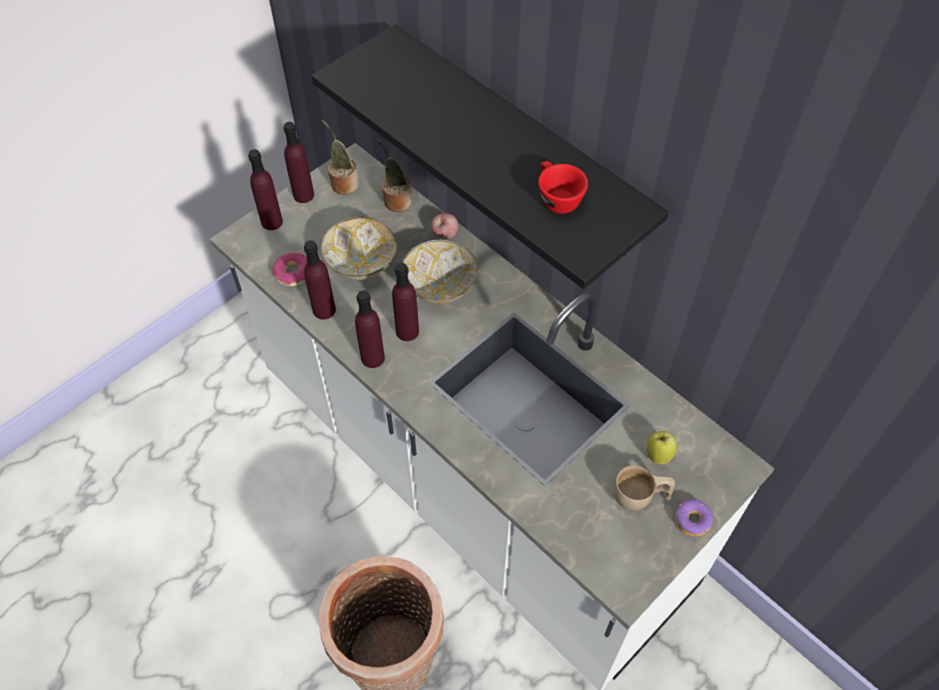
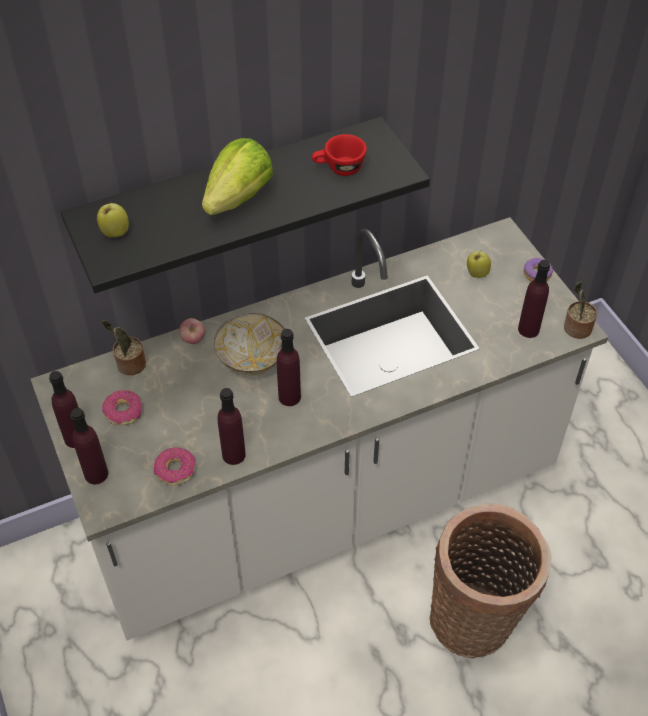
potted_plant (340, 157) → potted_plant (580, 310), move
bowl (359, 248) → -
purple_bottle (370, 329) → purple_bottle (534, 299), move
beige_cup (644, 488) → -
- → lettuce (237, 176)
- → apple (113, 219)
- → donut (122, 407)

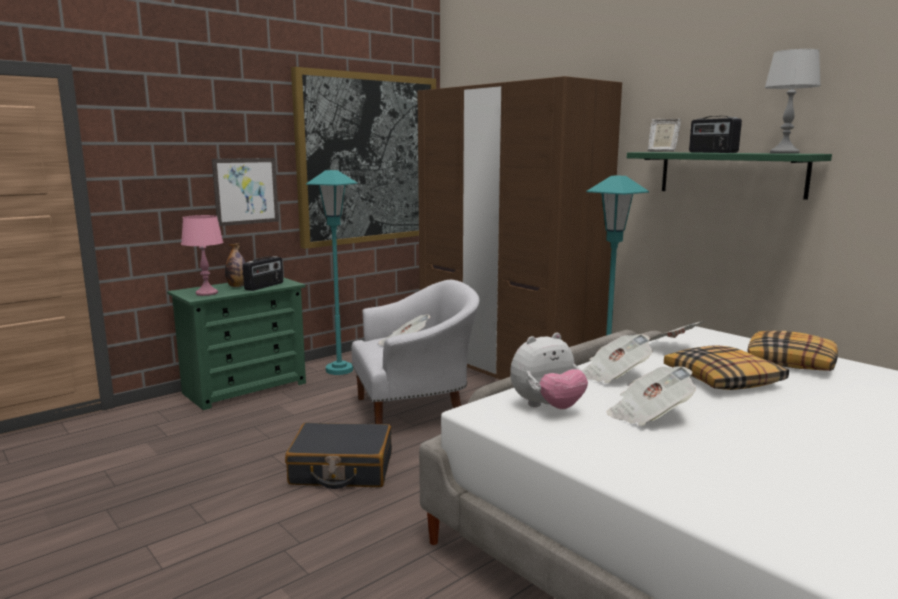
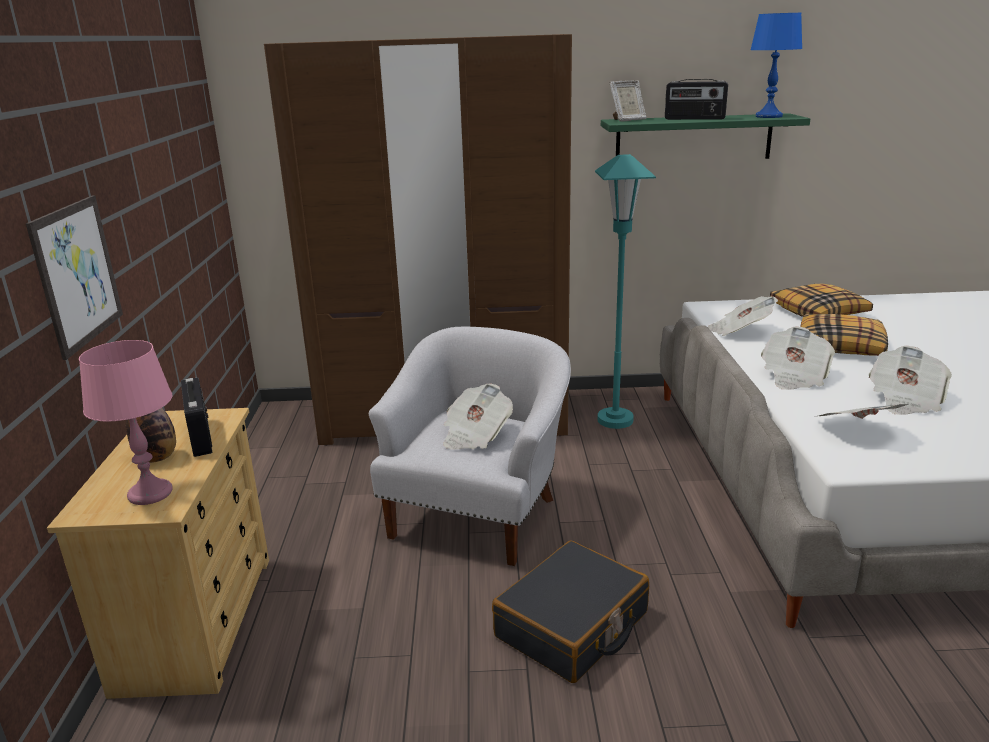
grey_table_lamp (793, 101) → blue_table_lamp (776, 65)
picture (363, 158) → -
turquoise_floor_lamp (332, 272) → -
green_dresser (236, 343) → beige_dresser (158, 553)
plush_toy (549, 371) → newspaper (861, 411)

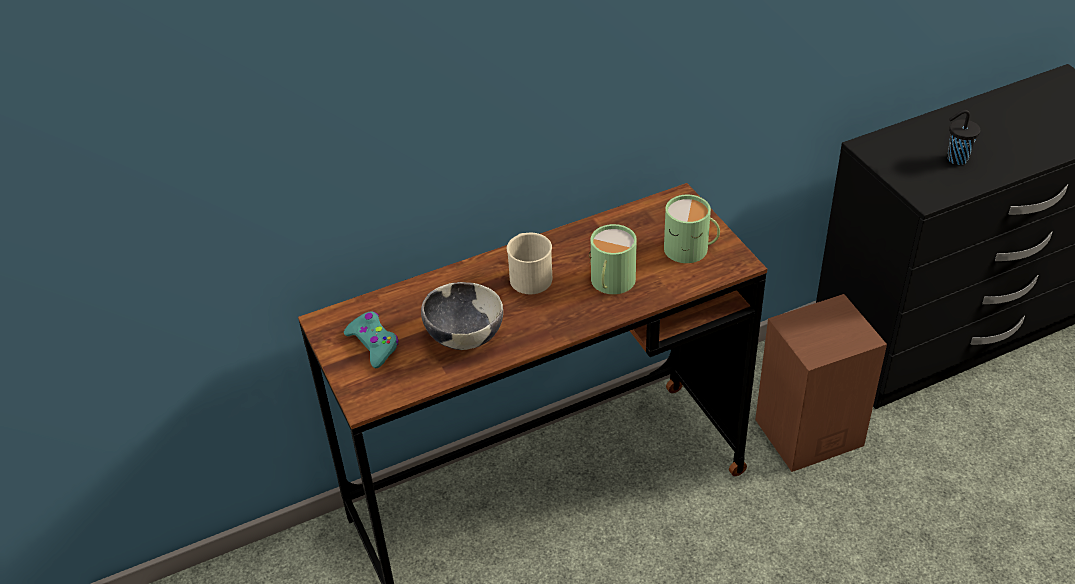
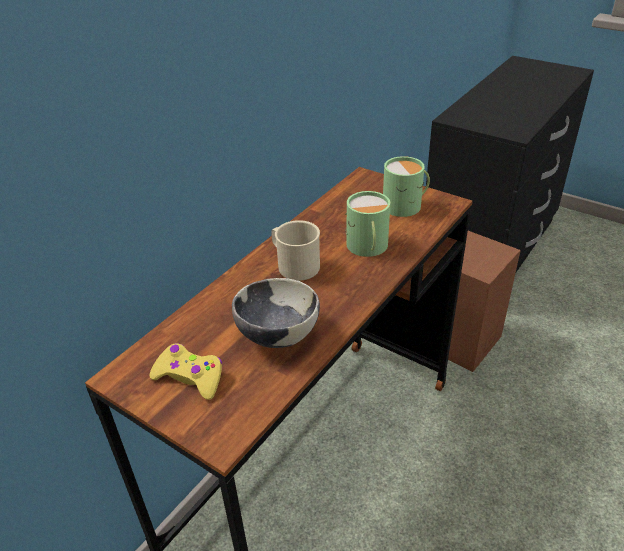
black_cup (963, 137) → -
turquoise_game_controller (371, 339) → yellow_game_controller (185, 371)

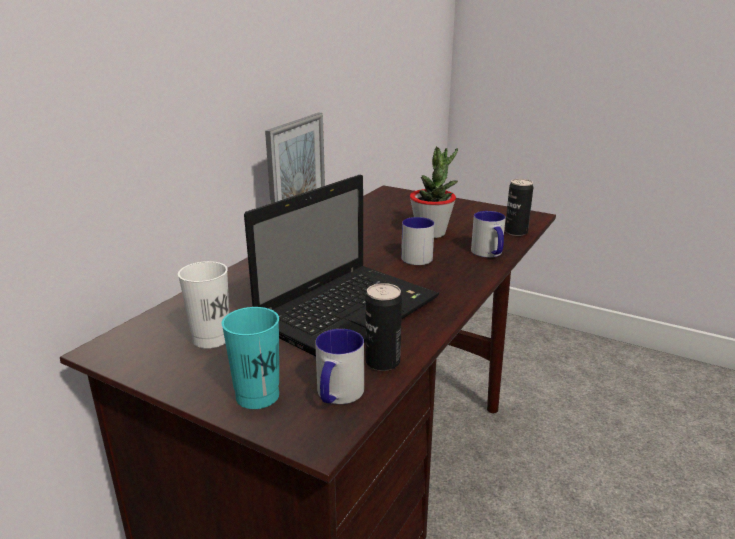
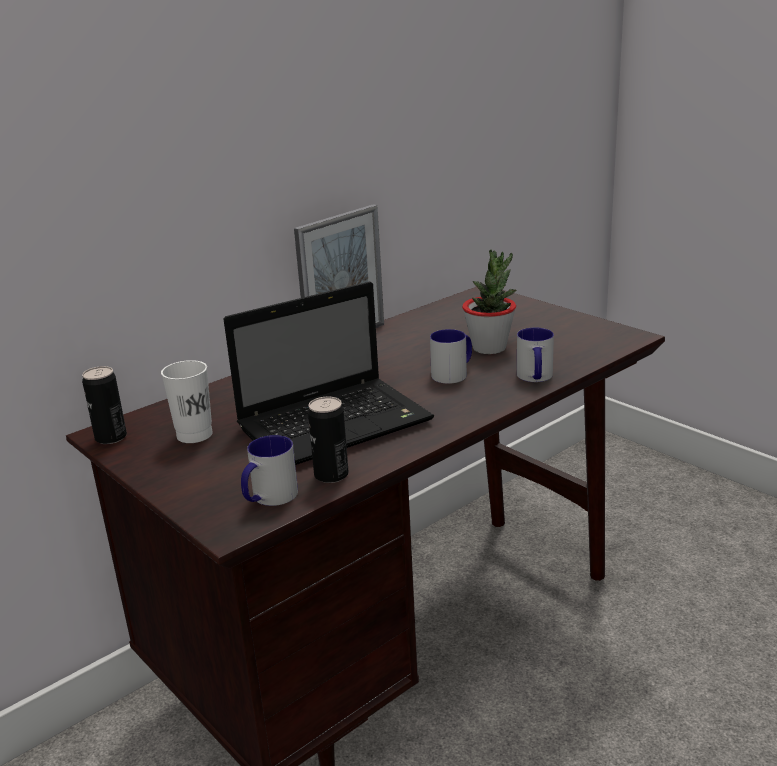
can (519, 207) → can (104, 405), move
turquoise_cup (250, 358) → -

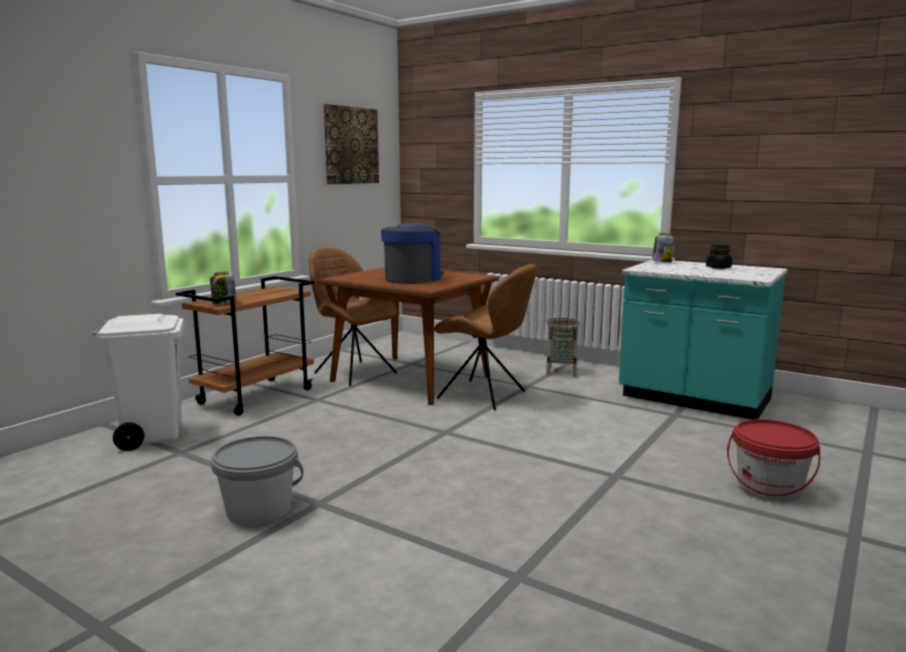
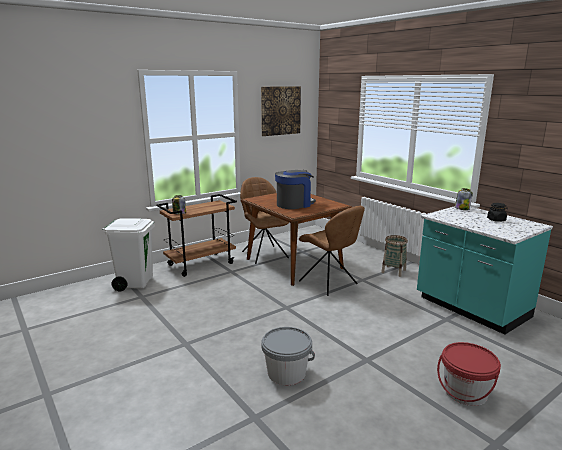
grey_bucket (257, 481) → grey_bucket (288, 356), move

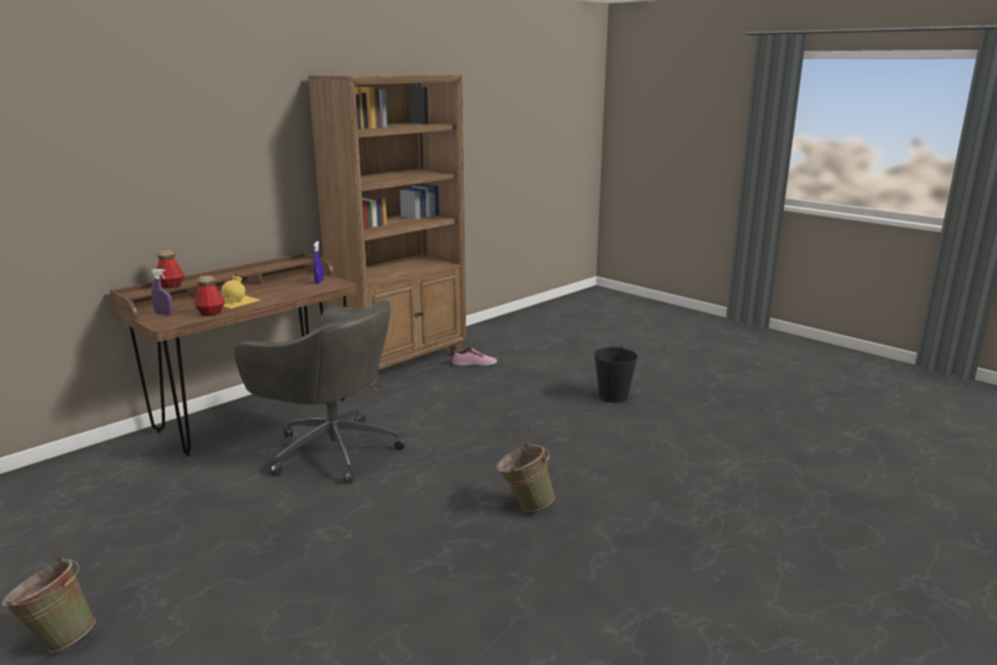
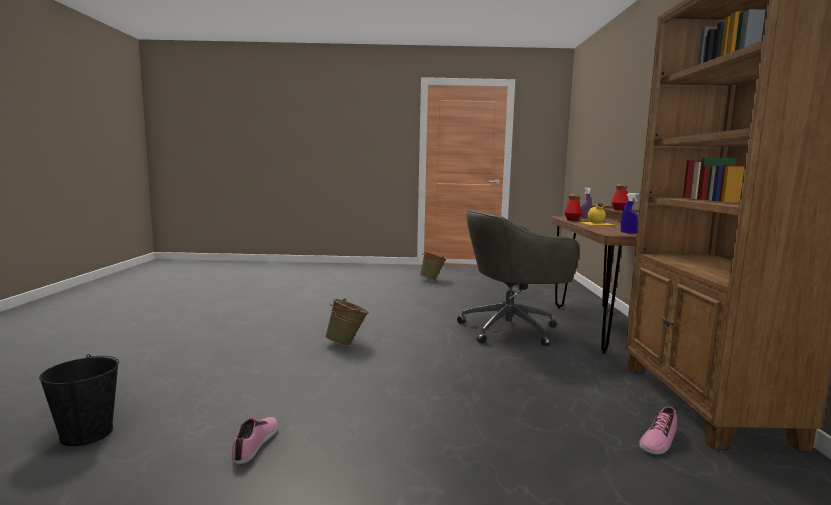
black_bucket (615, 374) → black_bucket (79, 400), move
- → shoe (255, 440)

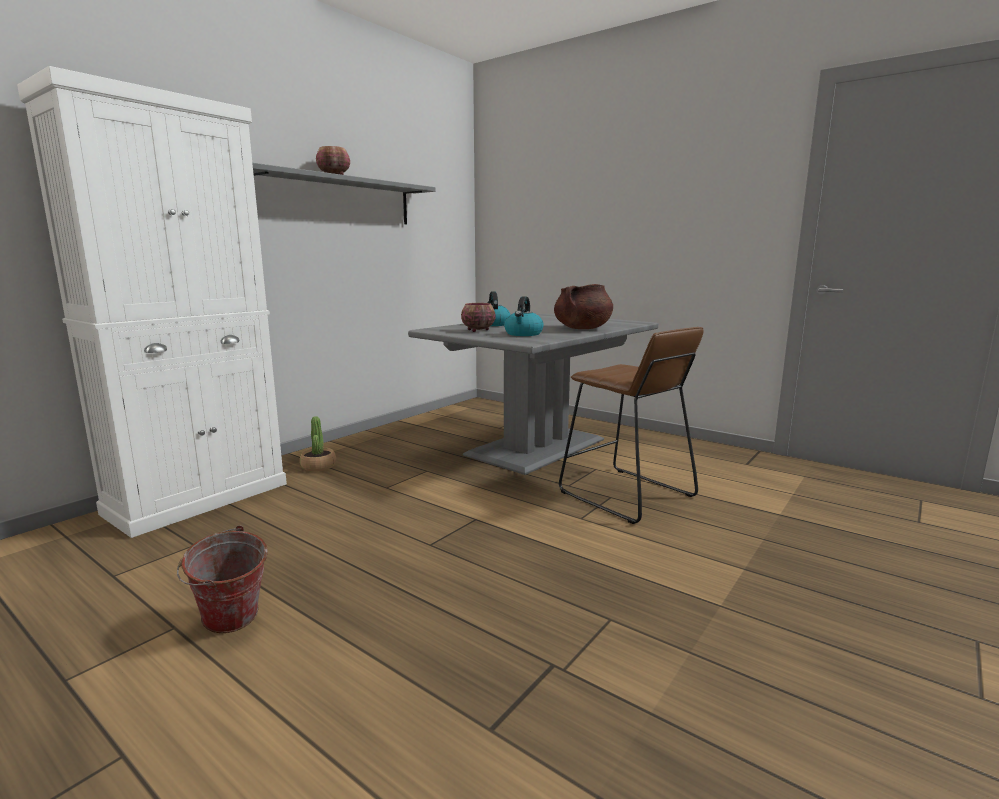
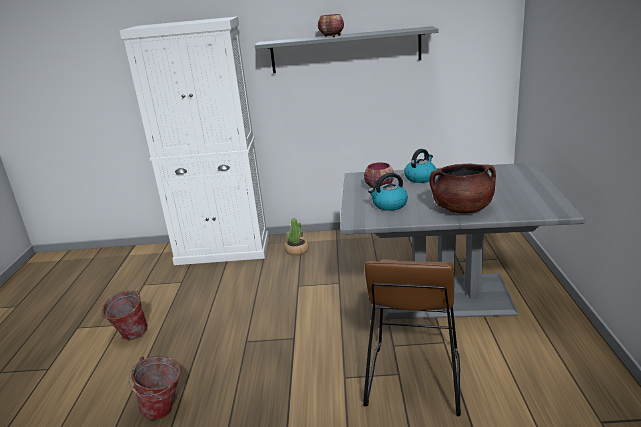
- → bucket (154, 388)

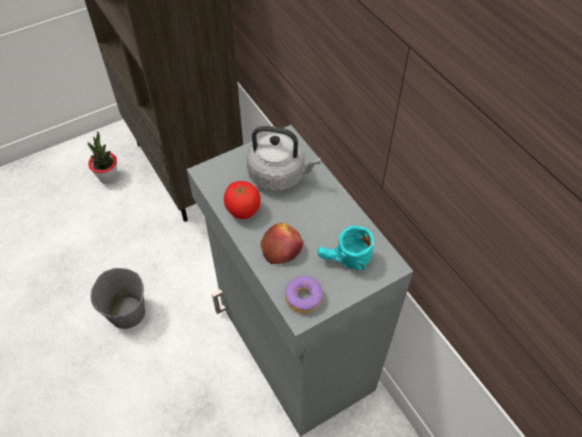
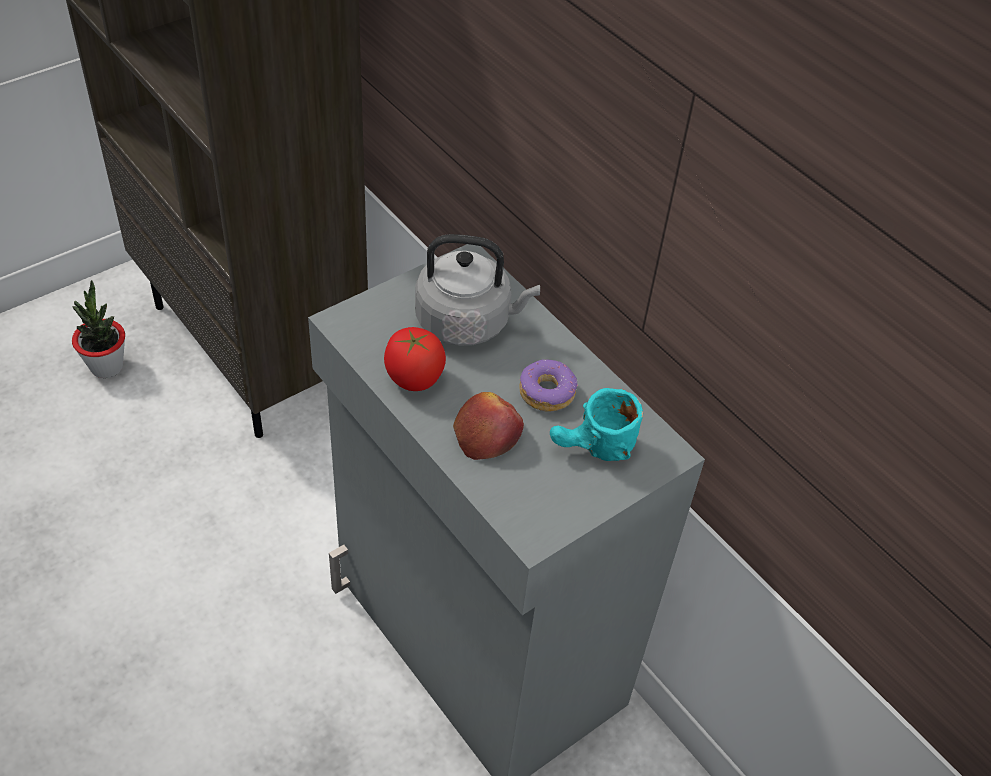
grey_bucket (118, 298) → -
donut (304, 294) → donut (548, 385), move

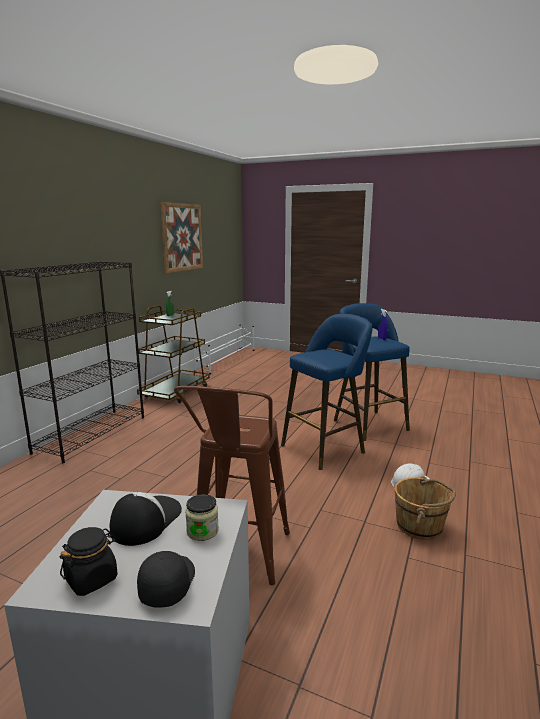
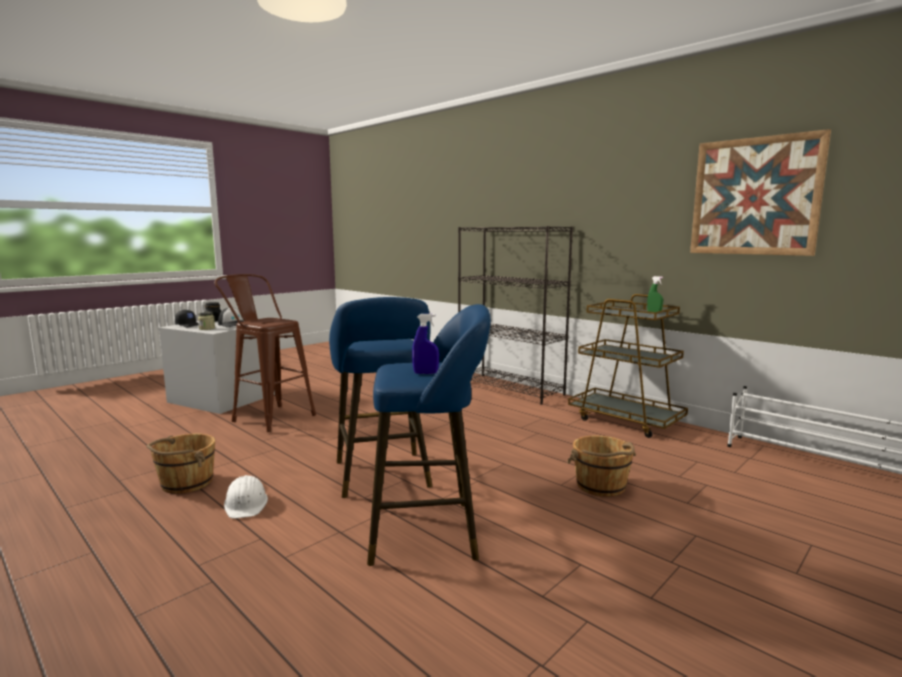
- → brown_bucket (601, 466)

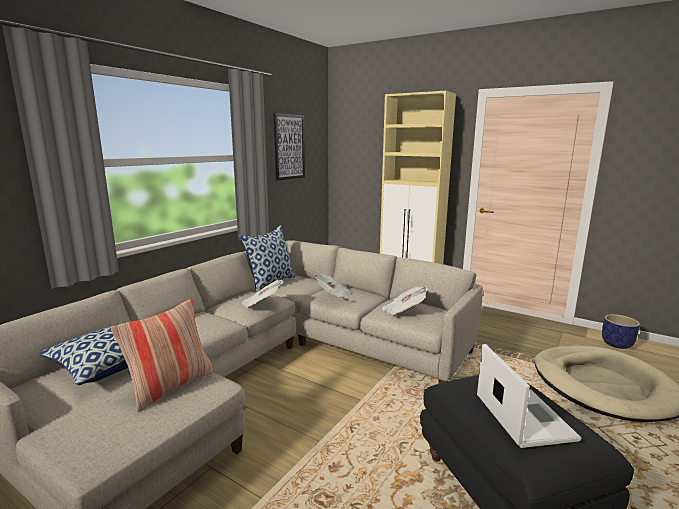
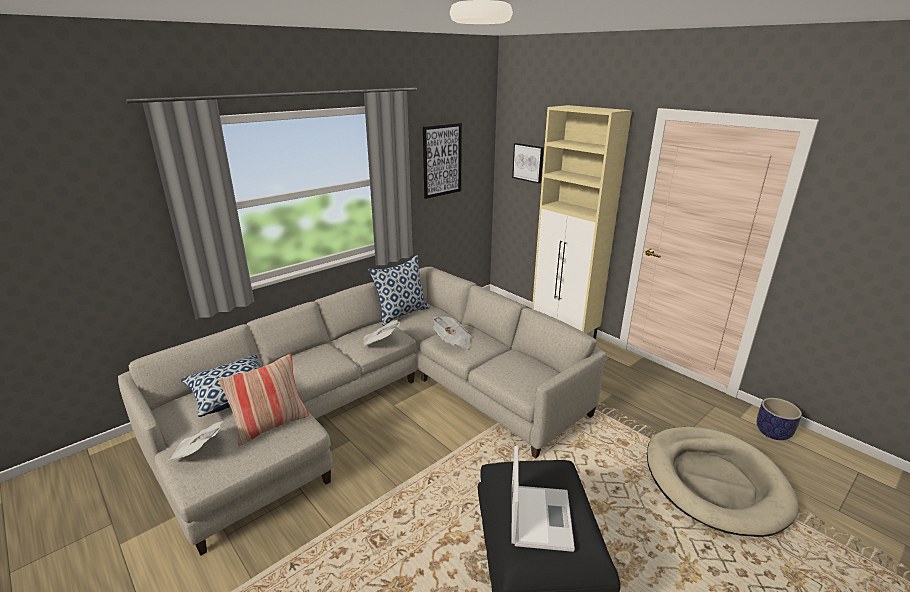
newspaper (405, 300) → newspaper (195, 441), move
- → picture (528, 163)

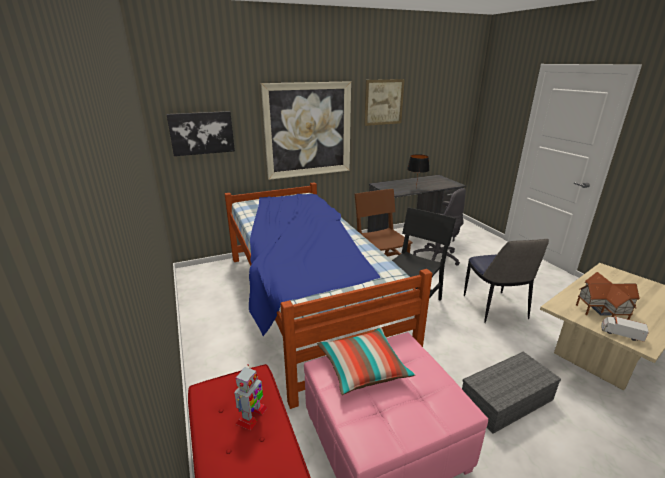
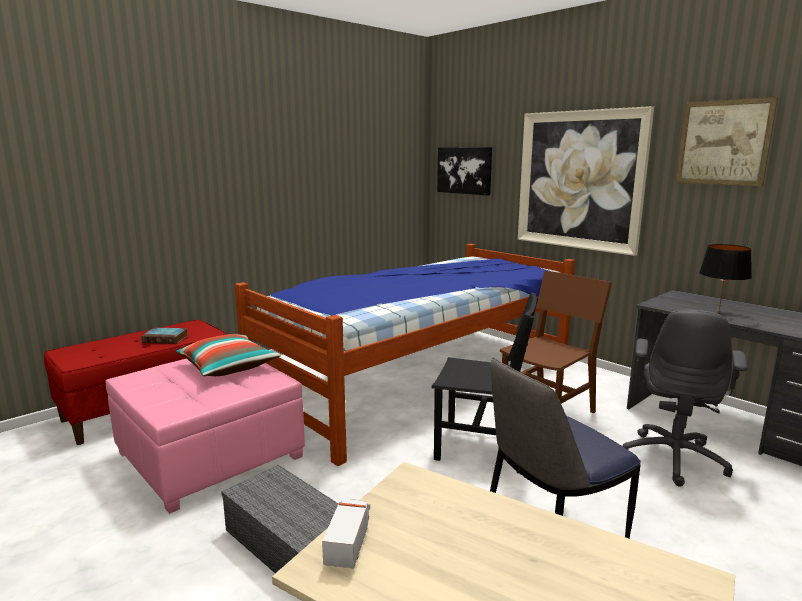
toy_house (608, 296) → -
toy_robot (251, 397) → book (164, 336)

